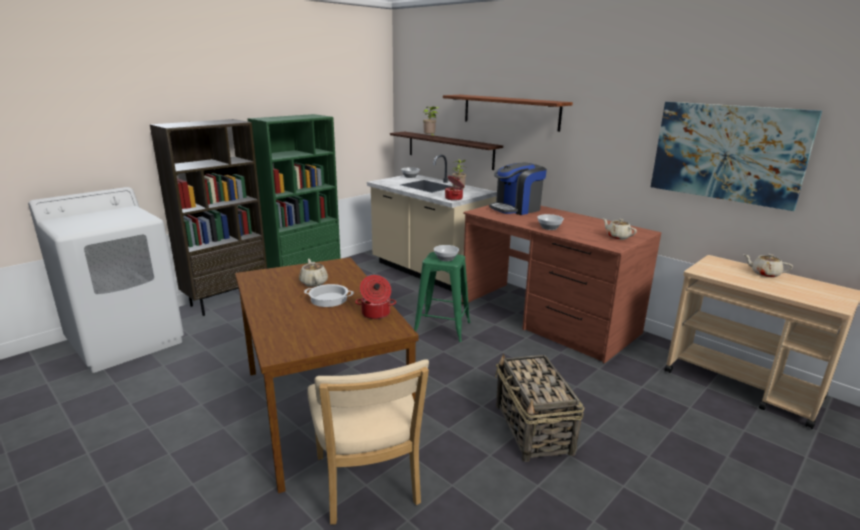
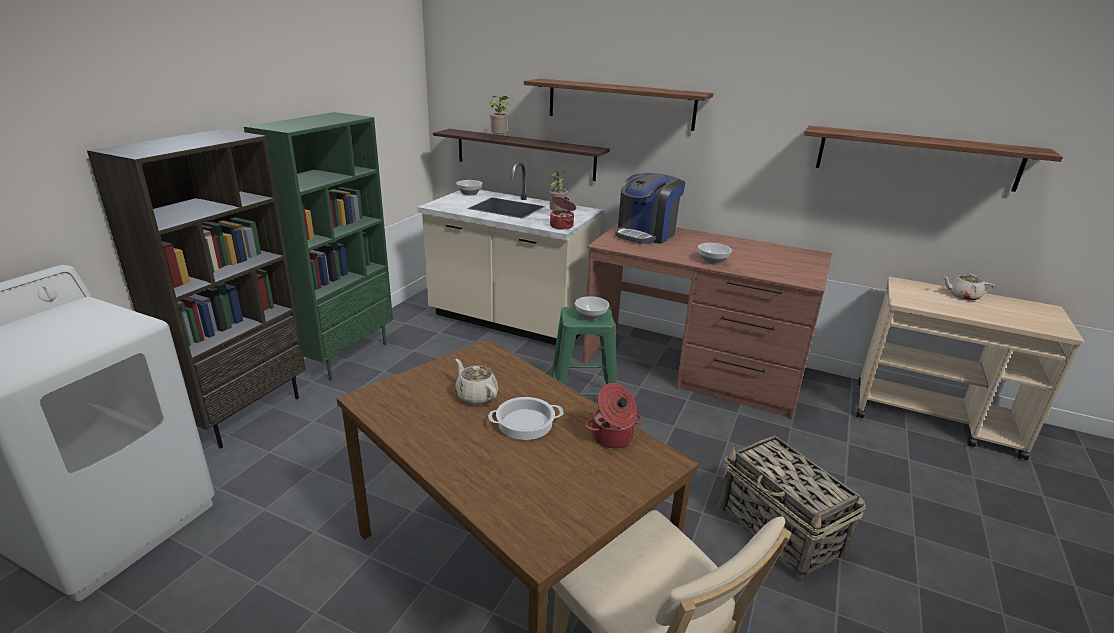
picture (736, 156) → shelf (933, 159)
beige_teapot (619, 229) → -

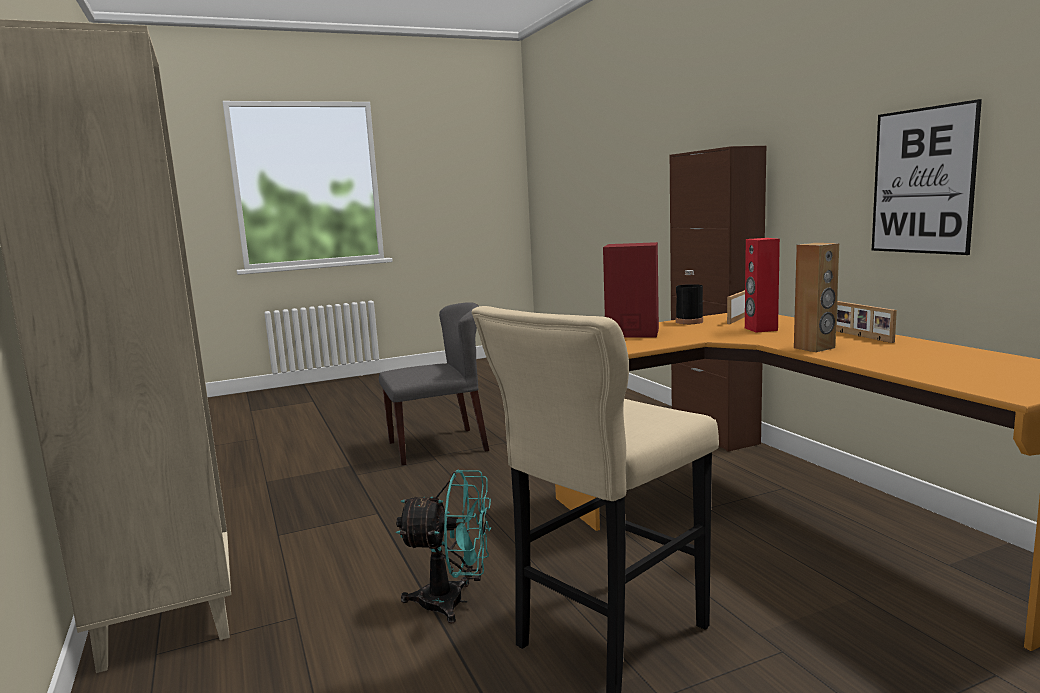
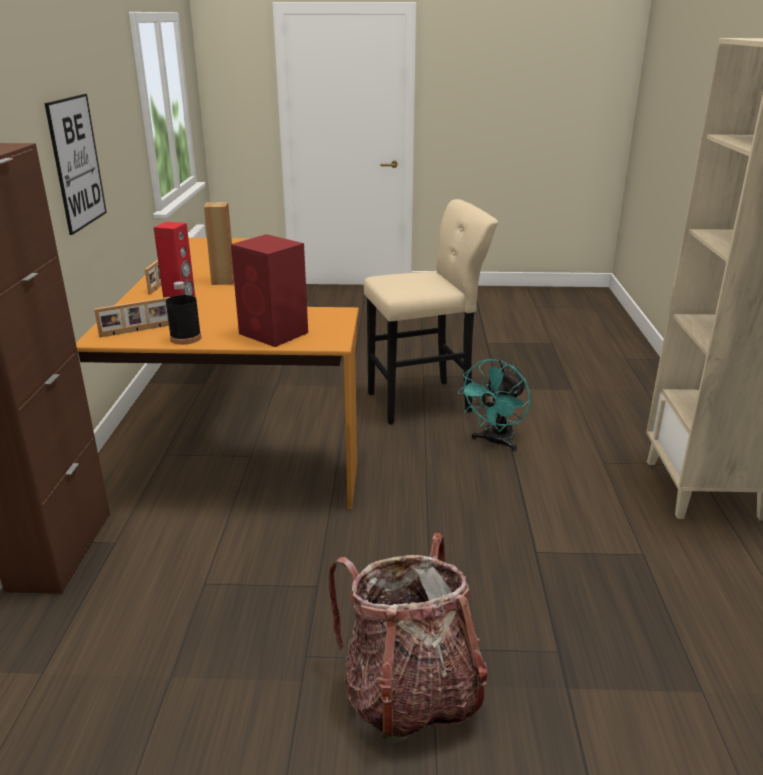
grey_chair (434, 383) → backpack (407, 638)
turquoise_fan (443, 547) → turquoise_fan (494, 405), 90 degrees counterclockwise

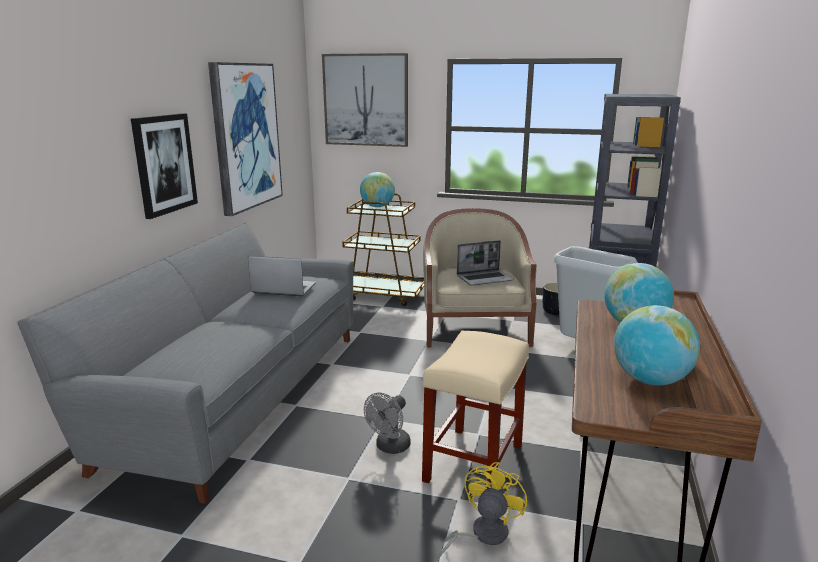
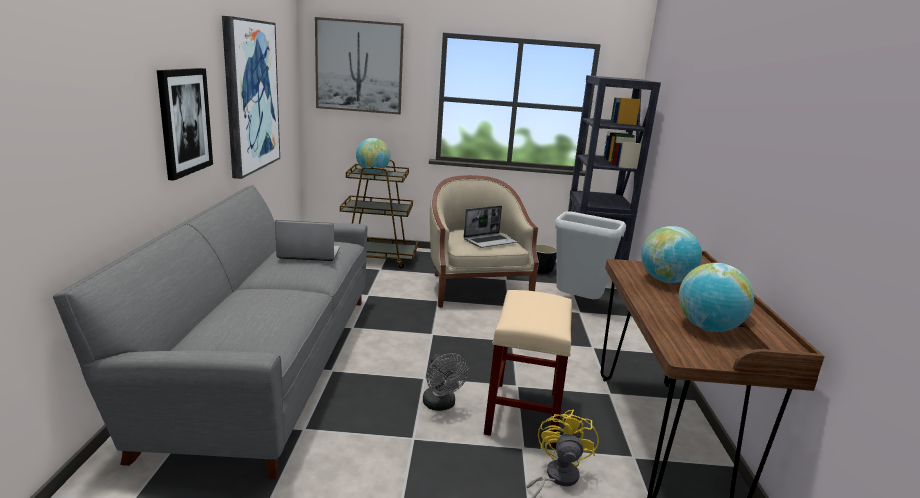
grey_fan (387, 423) → grey_fan (446, 382), 45 degrees counterclockwise

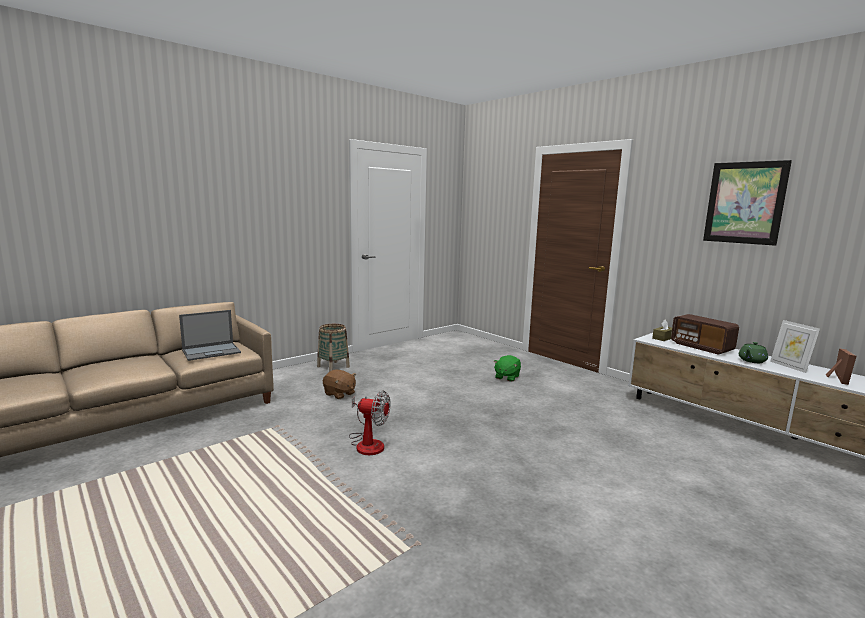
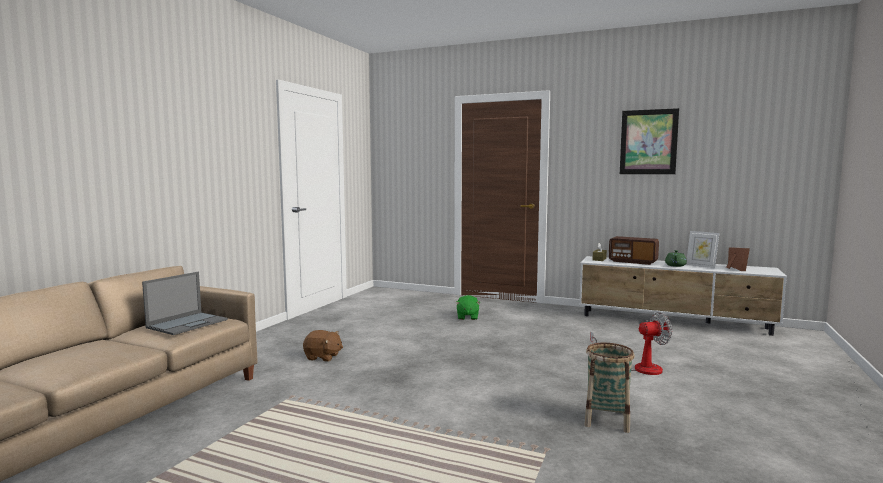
basket (333, 348) → basket (609, 388), move
fan (370, 423) → fan (631, 343), move

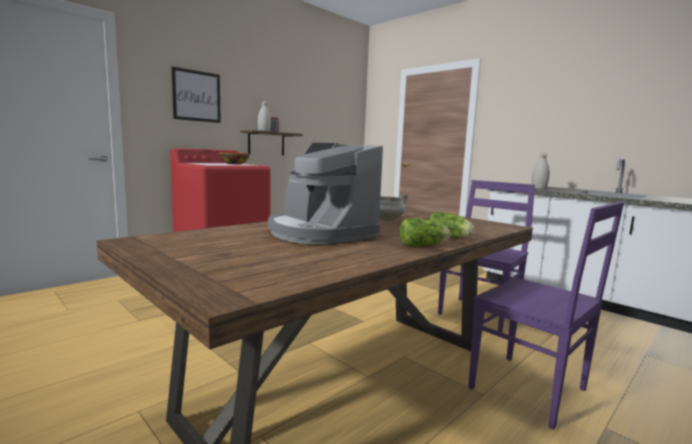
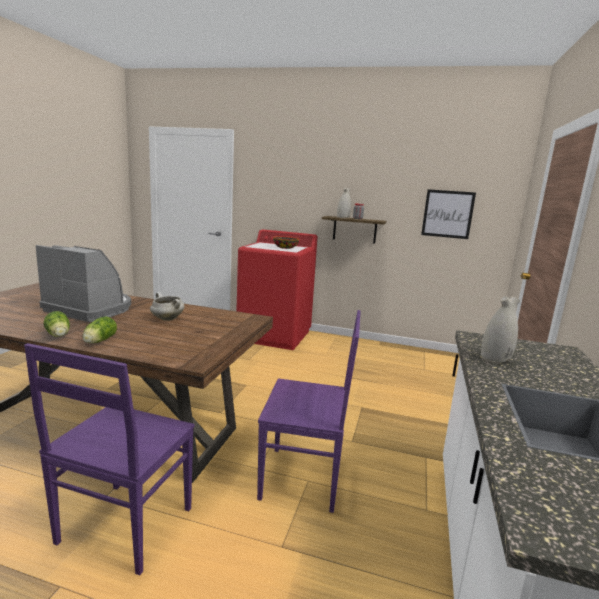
picture (196, 95) → picture (448, 214), move
coffee_machine (325, 193) → coffee_machine (83, 283), 90 degrees clockwise

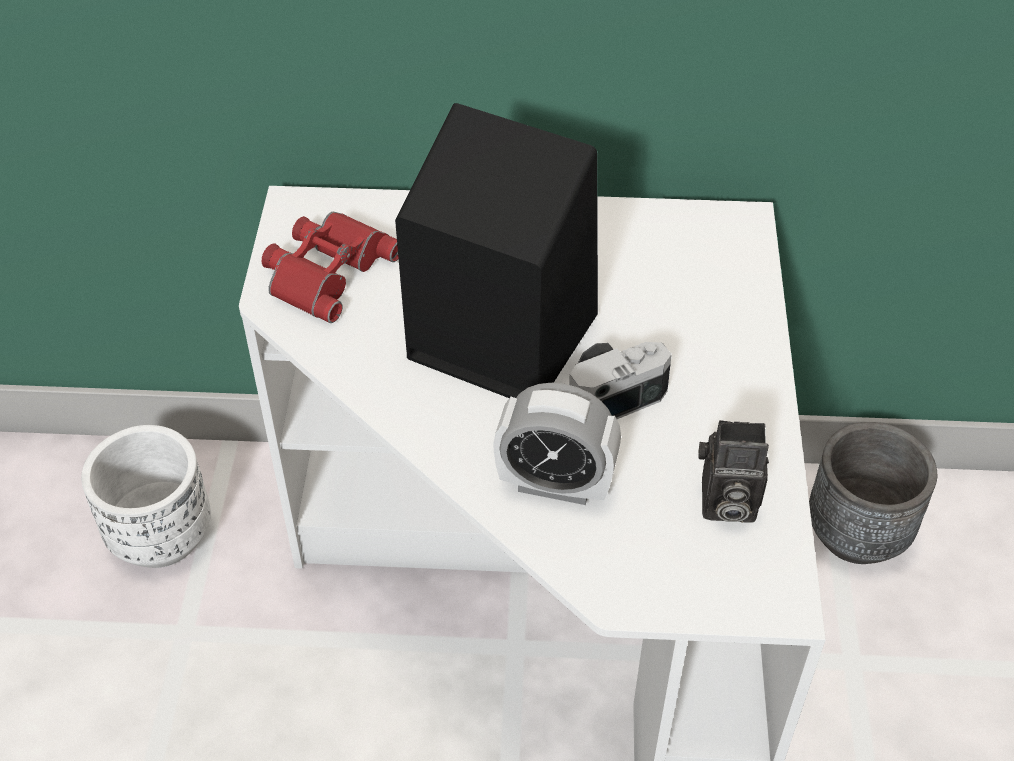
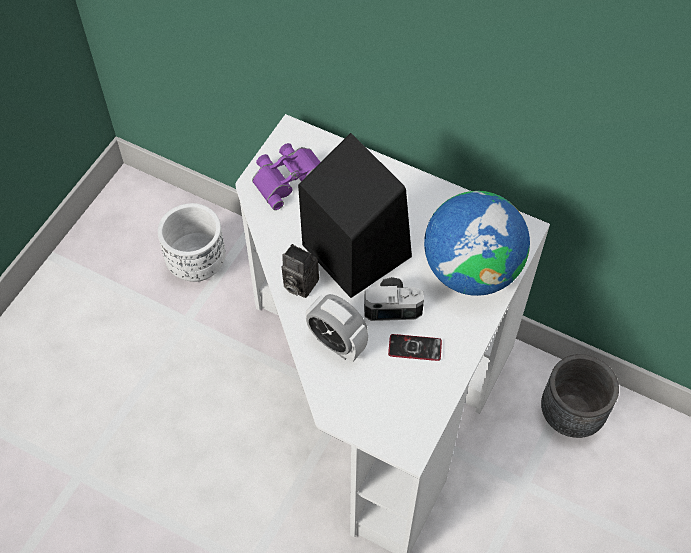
red_binoculars (330, 267) → purple_binoculars (286, 176)
photo_camera (733, 471) → photo_camera (300, 271), move
- → globe (477, 243)
- → phone (415, 347)

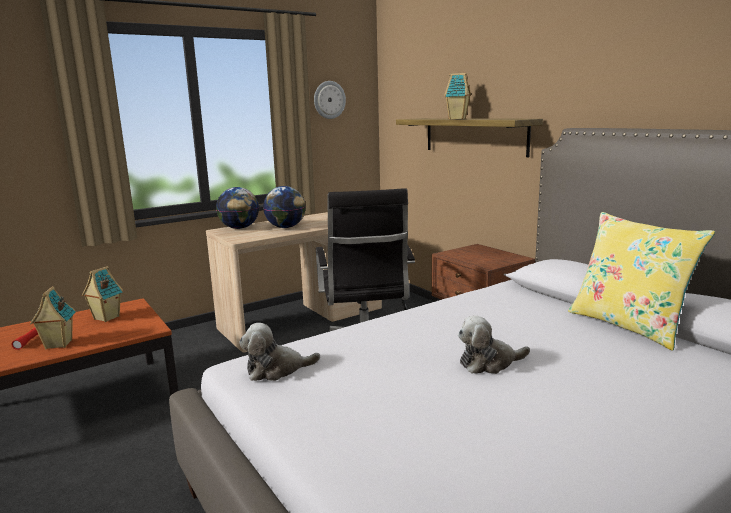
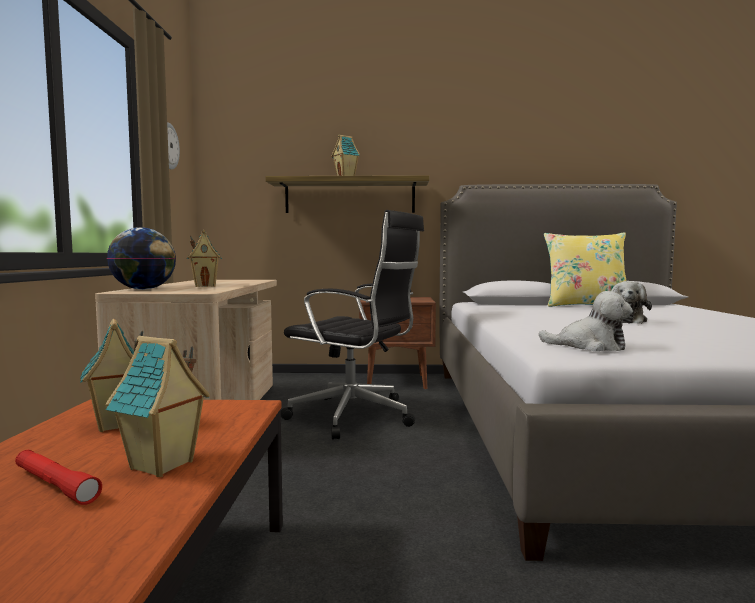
globe (284, 207) → toy_house (204, 258)
plush_toy (279, 352) → plush_toy (586, 321), 90 degrees counterclockwise

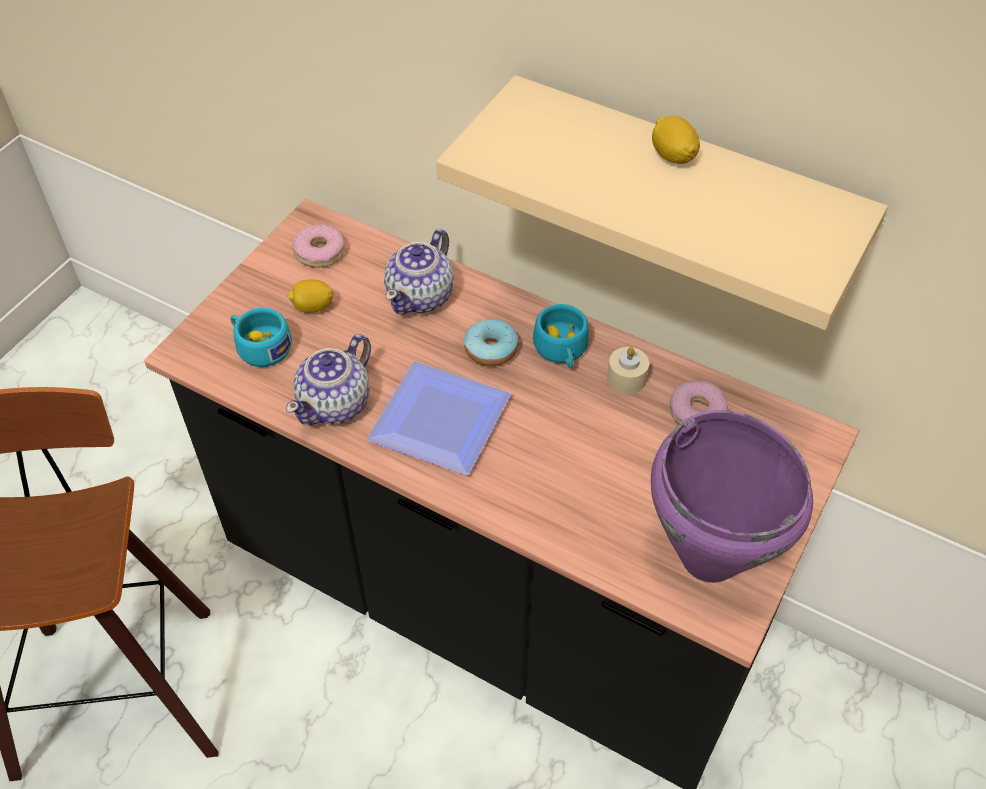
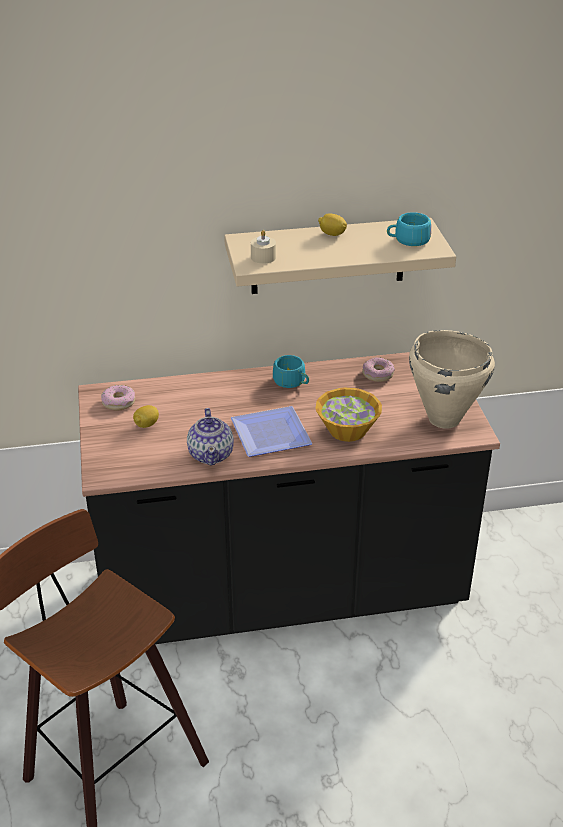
teapot (419, 271) → -
turquoise_cup (261, 337) → turquoise_cup (409, 229), move
donut (491, 342) → -
beige_candle (628, 370) → beige_candle (263, 247), move
purple_cooking_pot (732, 496) → beige_cooking_pot (452, 379)
- → bowl (349, 415)

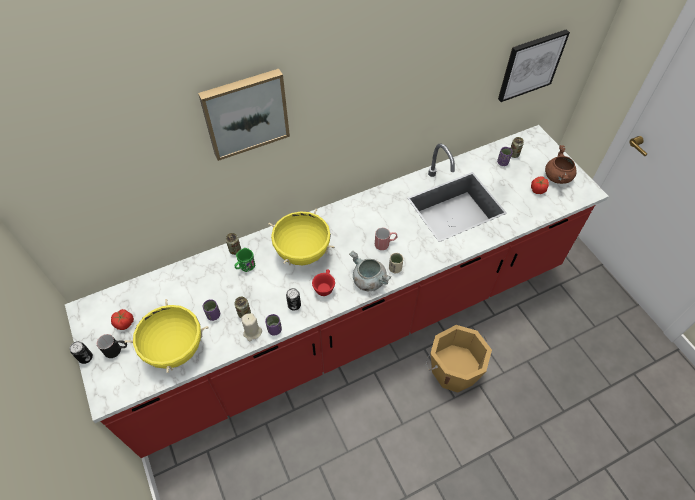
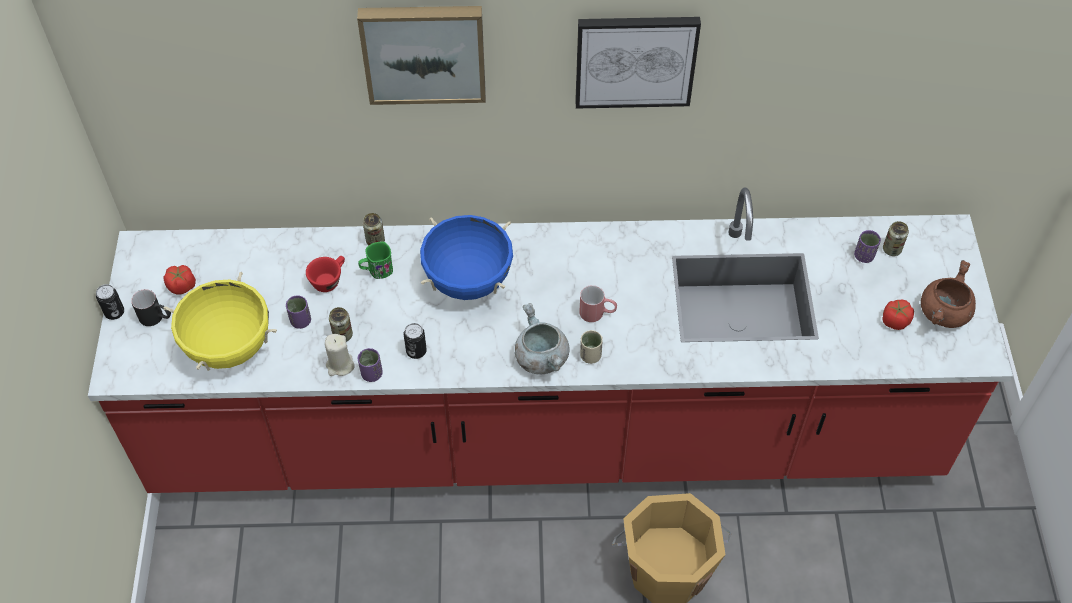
picture (534, 66) → picture (638, 63), move
yellow_cooking_pot (301, 237) → blue_cooking_pot (466, 257)
red_cup (323, 282) → red_cup (325, 274), move

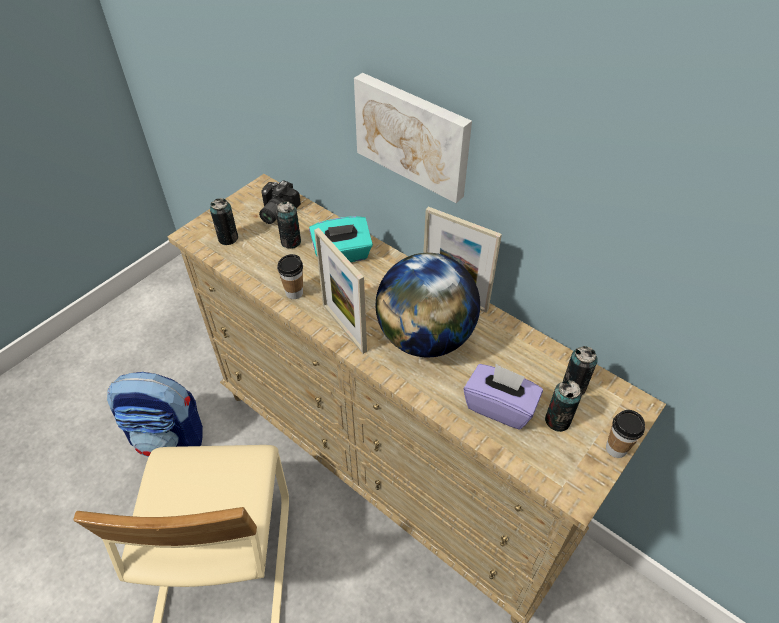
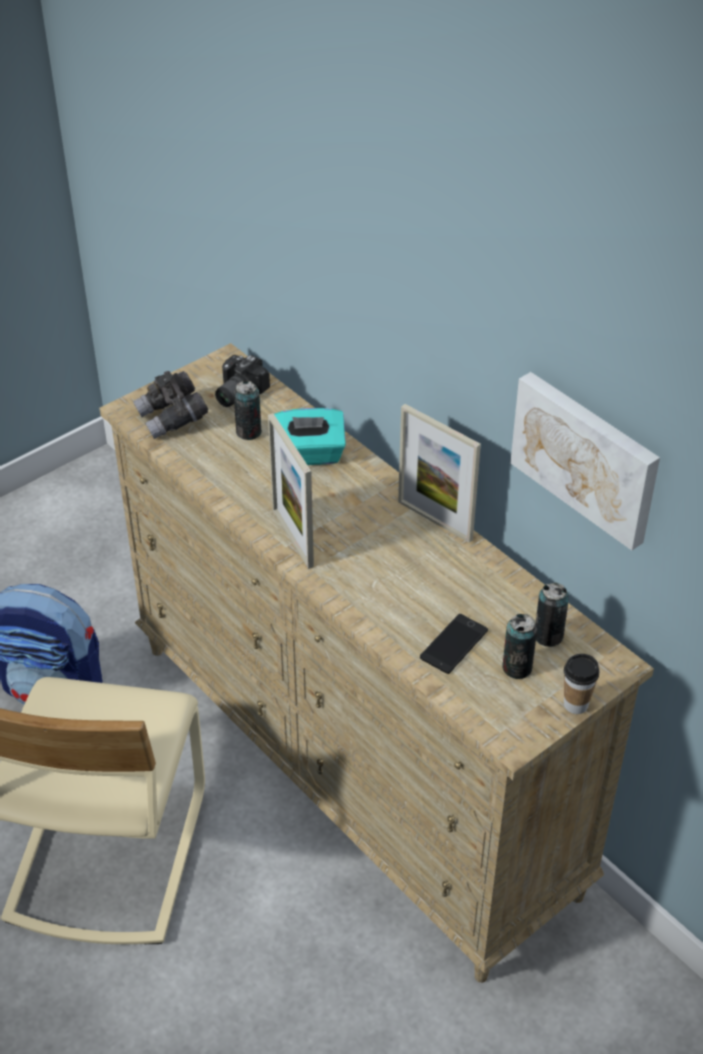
picture (413, 138) → picture (585, 461), move
can (224, 221) → grey_binoculars (170, 405)
globe (428, 305) → -
cup (290, 276) → -
purple_tissue_box (503, 397) → phone (454, 644)

